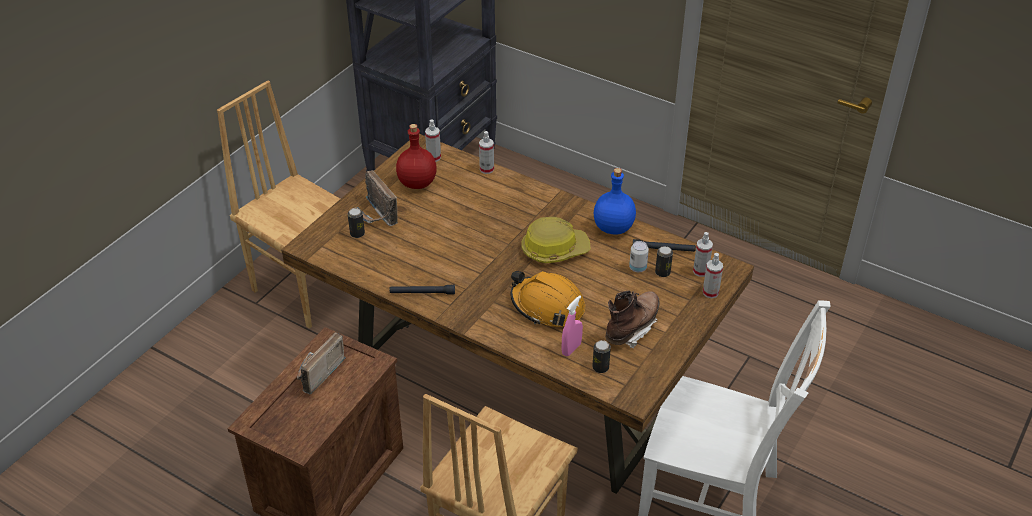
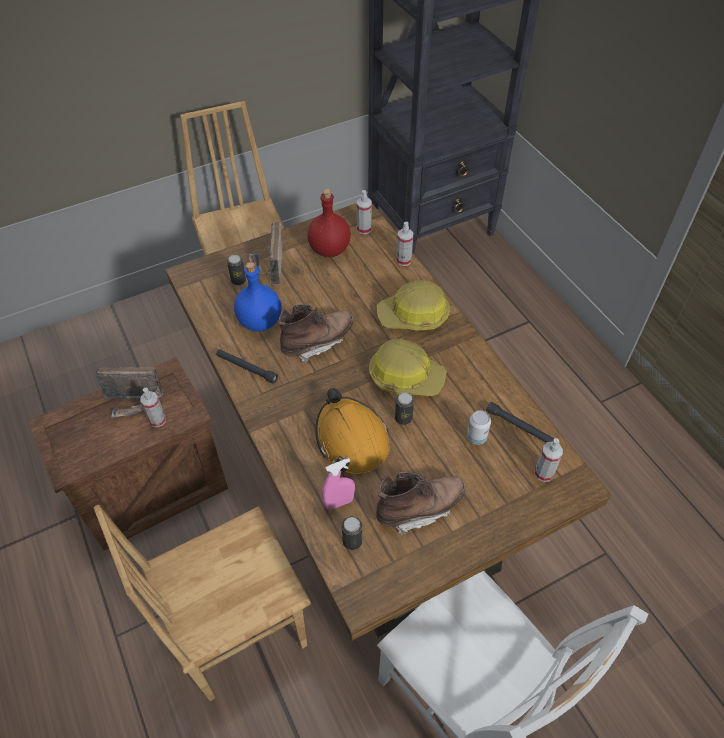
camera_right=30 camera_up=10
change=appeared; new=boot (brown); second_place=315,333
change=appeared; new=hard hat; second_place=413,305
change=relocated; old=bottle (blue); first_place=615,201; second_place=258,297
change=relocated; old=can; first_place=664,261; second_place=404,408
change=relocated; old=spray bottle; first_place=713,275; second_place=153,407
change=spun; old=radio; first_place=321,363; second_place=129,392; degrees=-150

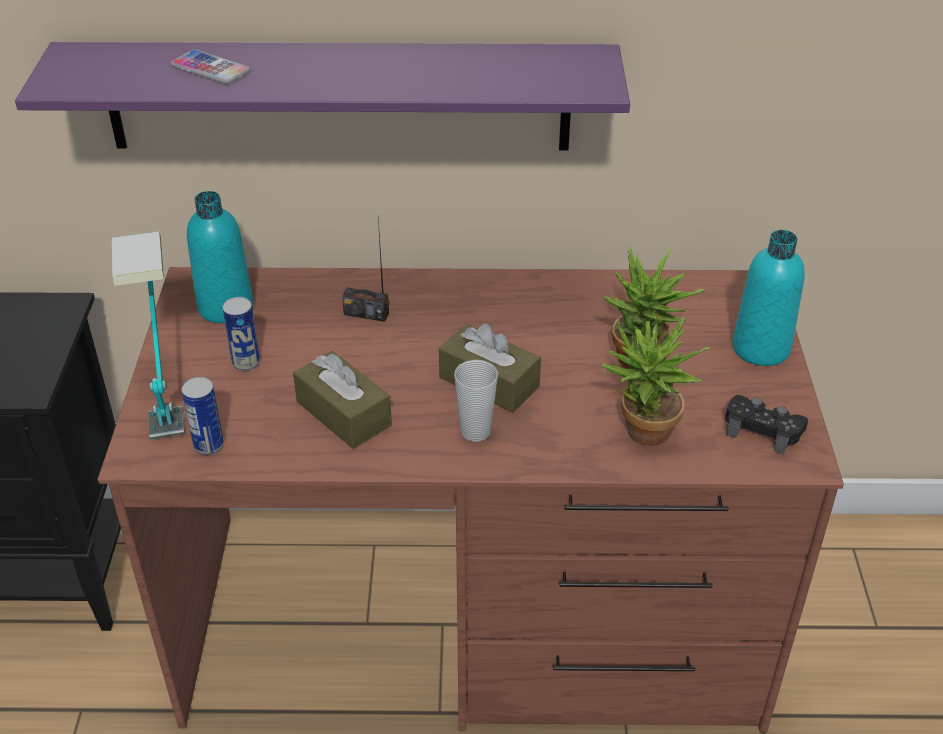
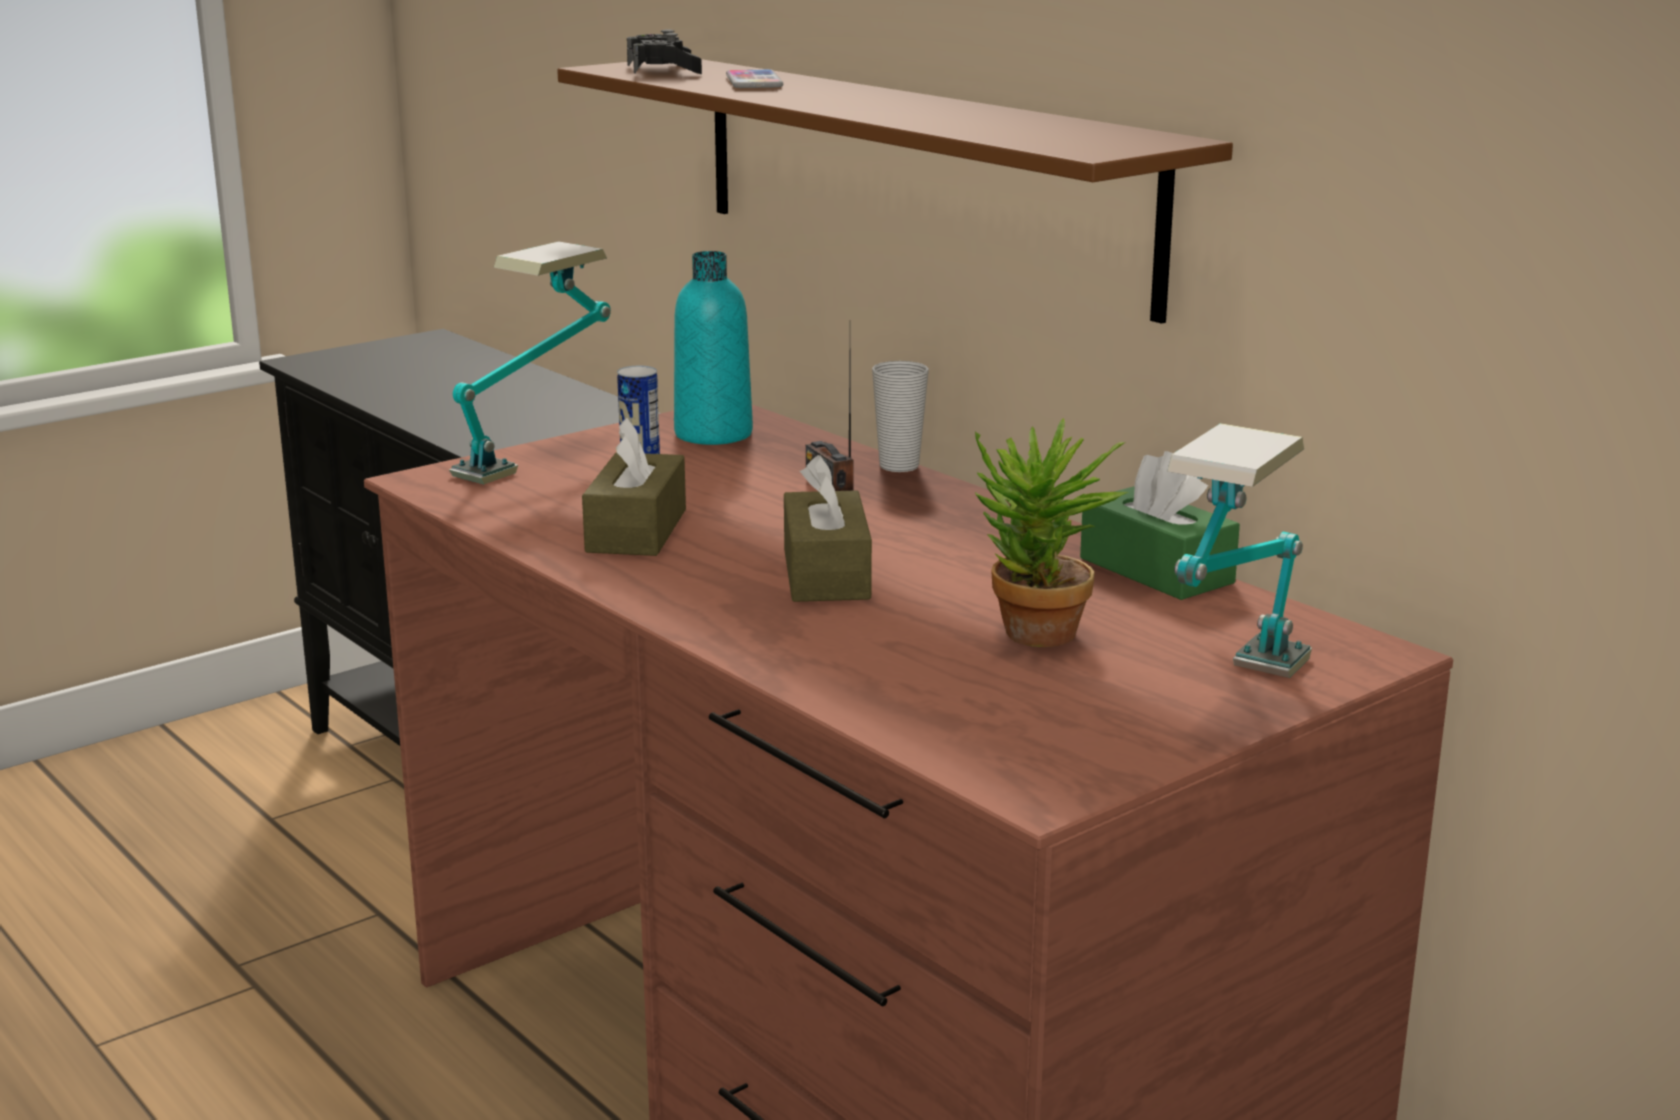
camera_right=50 camera_up=-20
change=missing; old=can; first_place=202,416
change=missing; old=potted plant; first_place=656,381
change=appeared; new=tissue box (green); second_place=1160,525
change=relocated; old=cup; first_place=476,401; second_place=900,416
change=relocated; old=game controller (black); first_place=766,424; second_place=664,51
change=exchanged; old=bottle (turquoise); new=table lamp; first_place=768,298; second_place=1239,550
change=colour; old=shelf (purple); new=shelf (brown); first_place=322,96; second_place=895,191

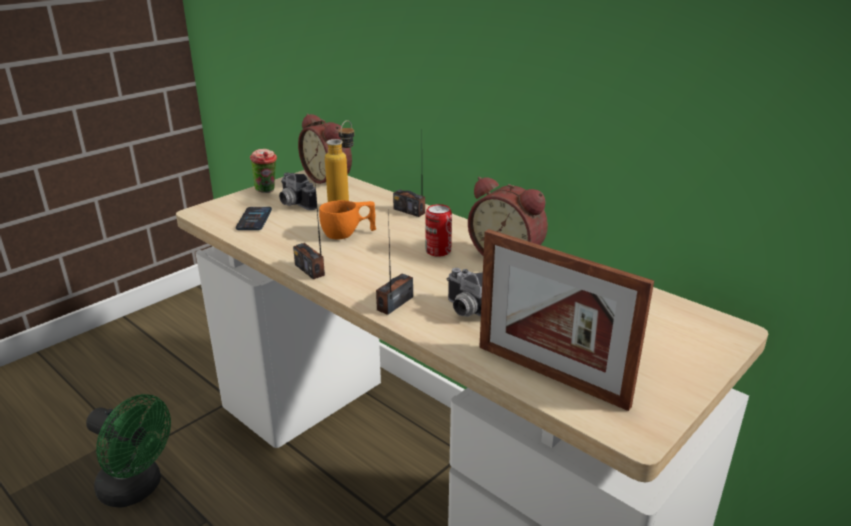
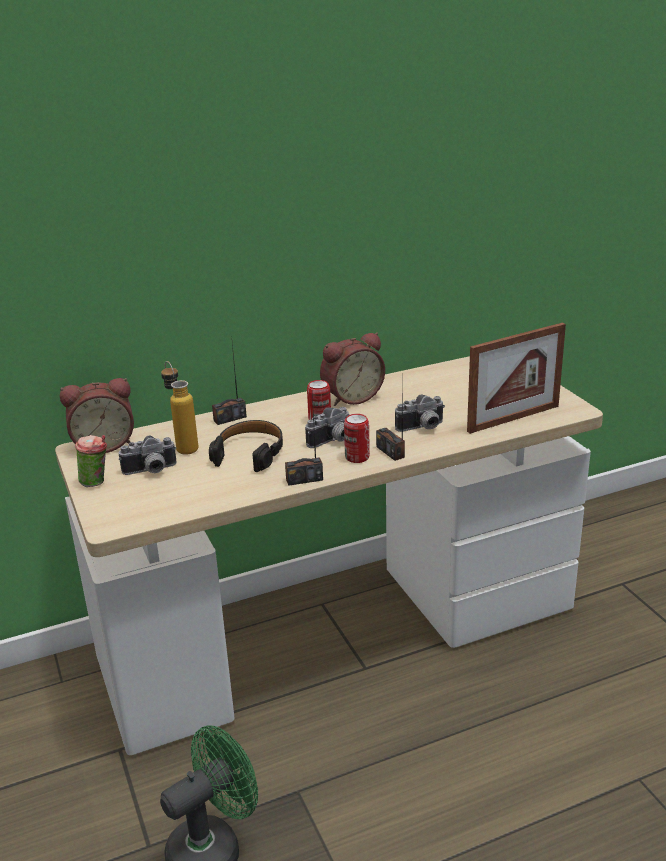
camera_right=-65 camera_up=0
change=missing; old=phone; first_place=254,218
change=appeared; new=photo camera; second_place=327,427
change=appeared; new=can; second_place=357,438
change=exchanged; old=cup (orange); new=headphones (black); first_place=347,219; second_place=246,446

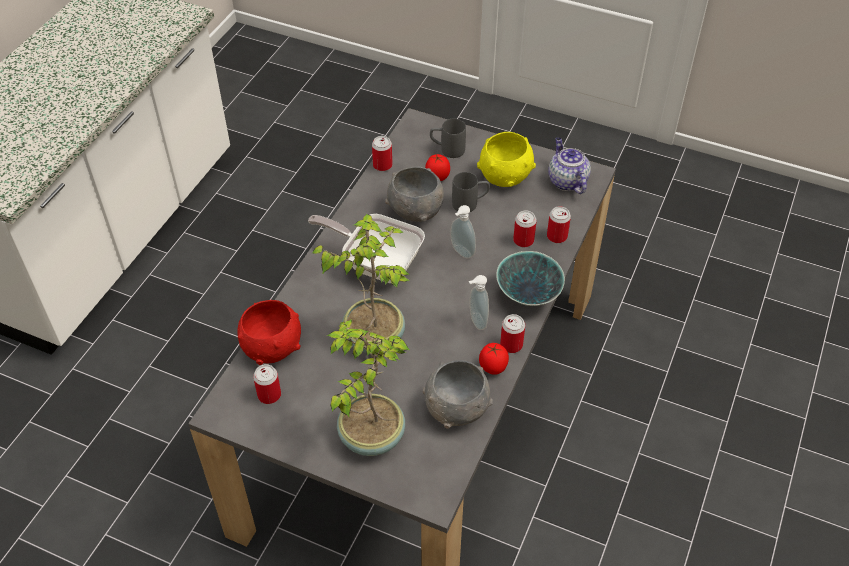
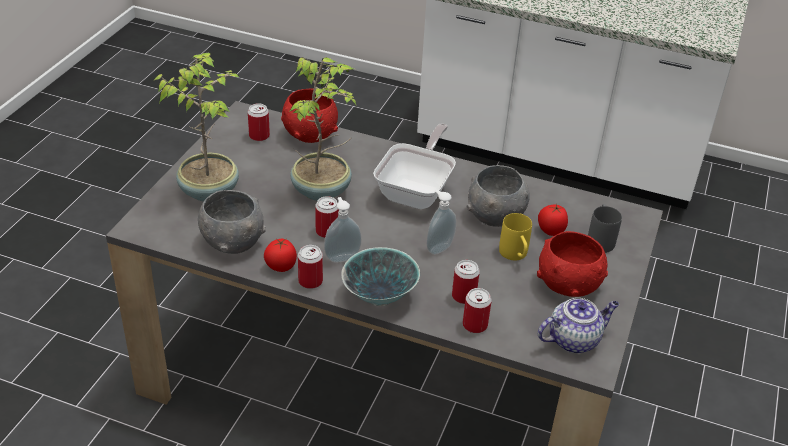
camera_right=85 camera_up=-10
change=relocated; old=can; first_place=382,153; second_place=327,217
change=colour; old=mug (grey); new=mug (yellow); first_place=471,192; second_place=515,236
change=colour; old=bowl (yellow); new=bowl (red); first_place=506,159; second_place=572,264

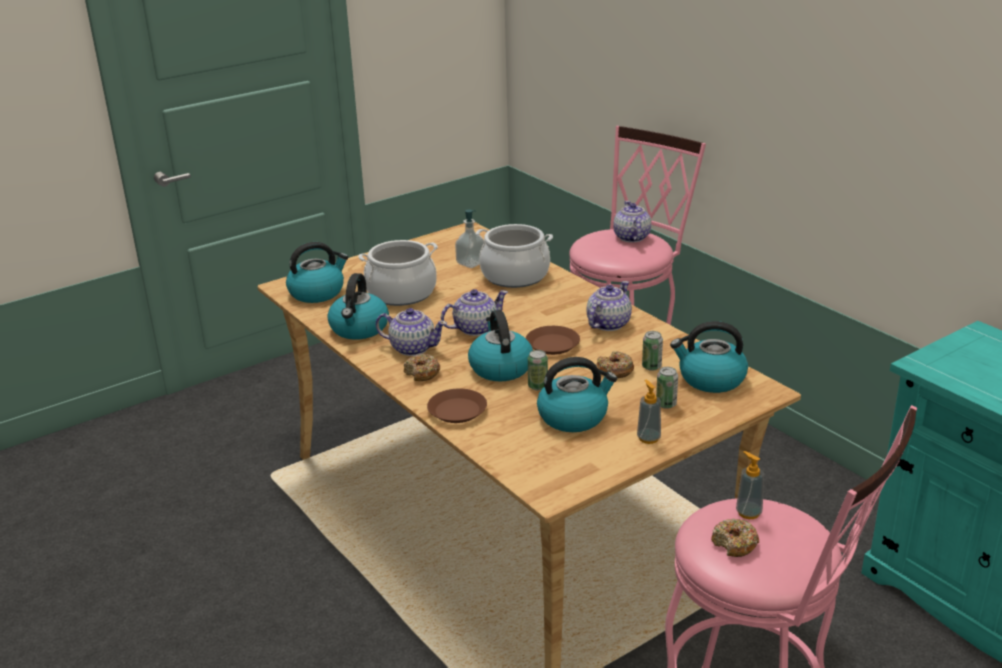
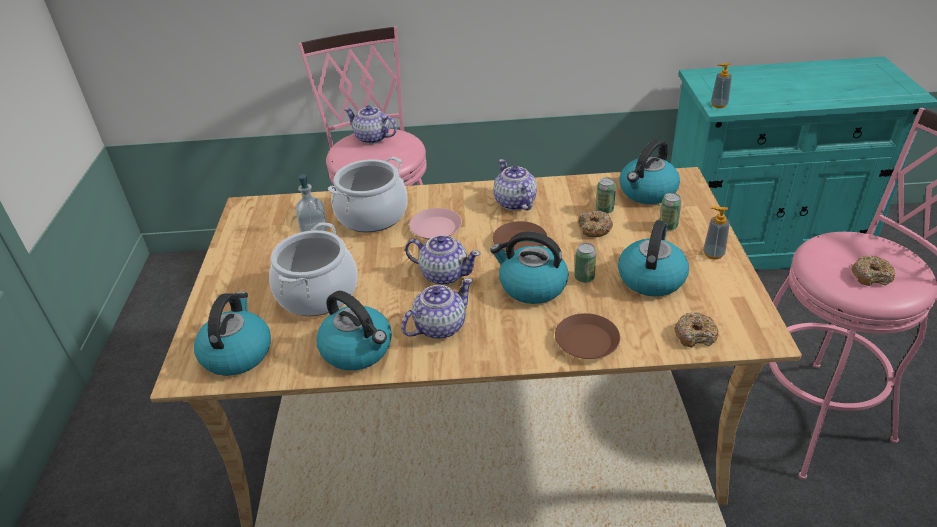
camera_right=-55 camera_up=10
change=appeared; new=plate (pink); second_place=435,224
change=relocated; old=donut; first_place=422,367; second_place=696,330
change=relocated; old=soap dispenser; first_place=750,485; second_place=721,85
change=spun; old=teapot; first_place=474,312; second_place=443,260; degrees=105

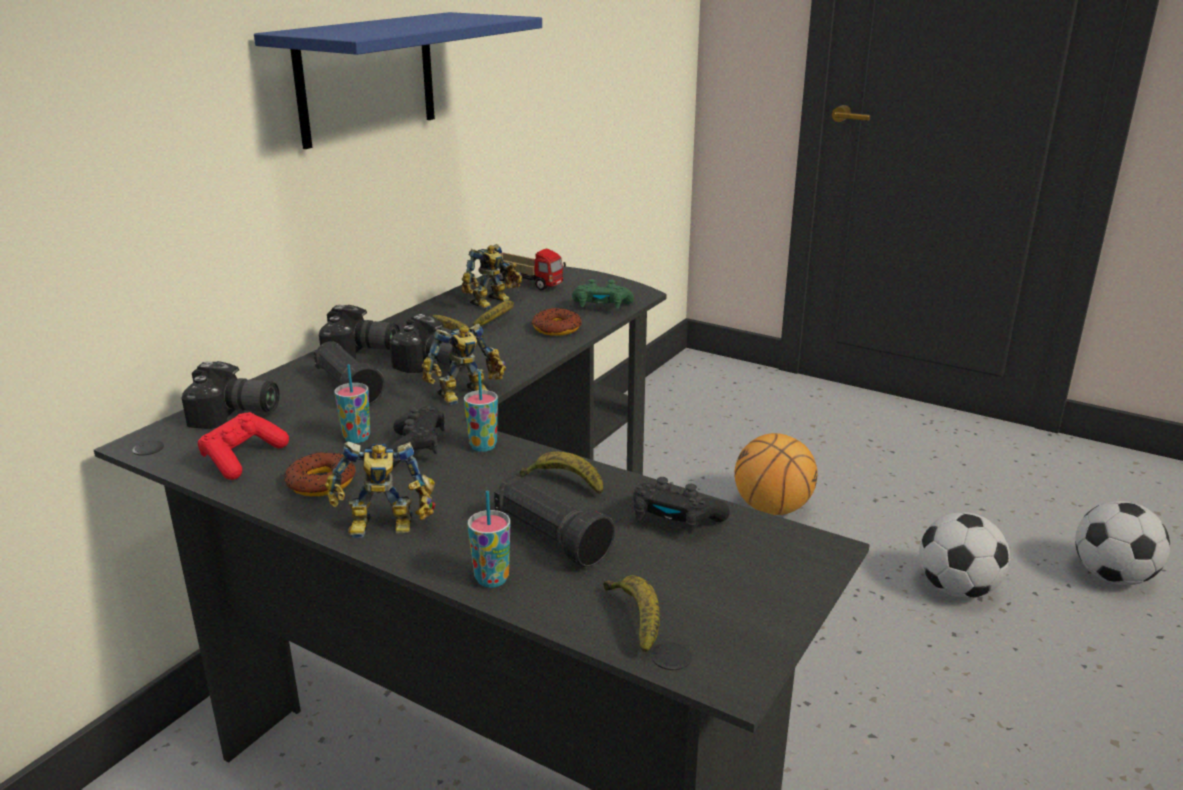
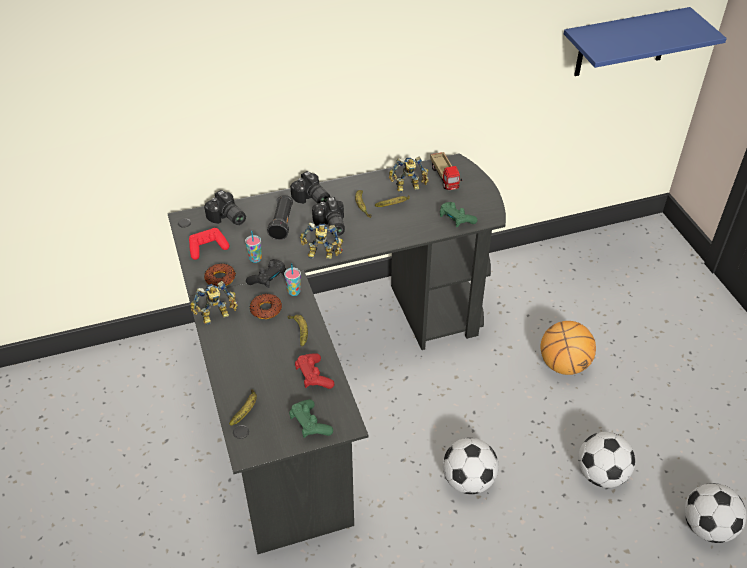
camera_right=40 camera_up=20
change=missing; old=cup; first_place=488,539
change=missing; old=flashlight (black); first_place=554,521
change=appeared; new=game controller (green); second_place=311,418
change=appeared; new=football; second_place=471,466
change=relocated; old=shelf (blue); first_place=398,80; second_place=645,41
change=relocated; old=donut; first_place=556,322; second_place=266,306
change=colour; old=game controller (black); new=game controller (red); first_place=681,505; second_place=314,371
change=spun; old=toy robot; first_place=380,489; second_place=214,303; degrees=-60

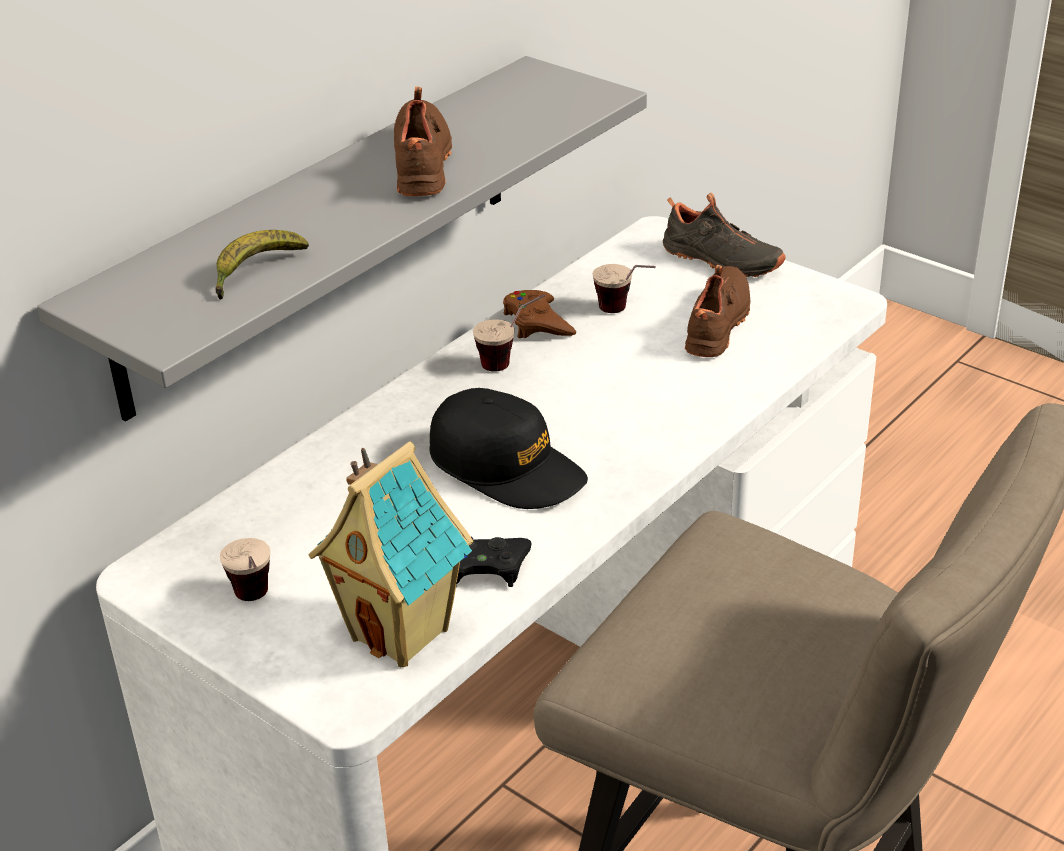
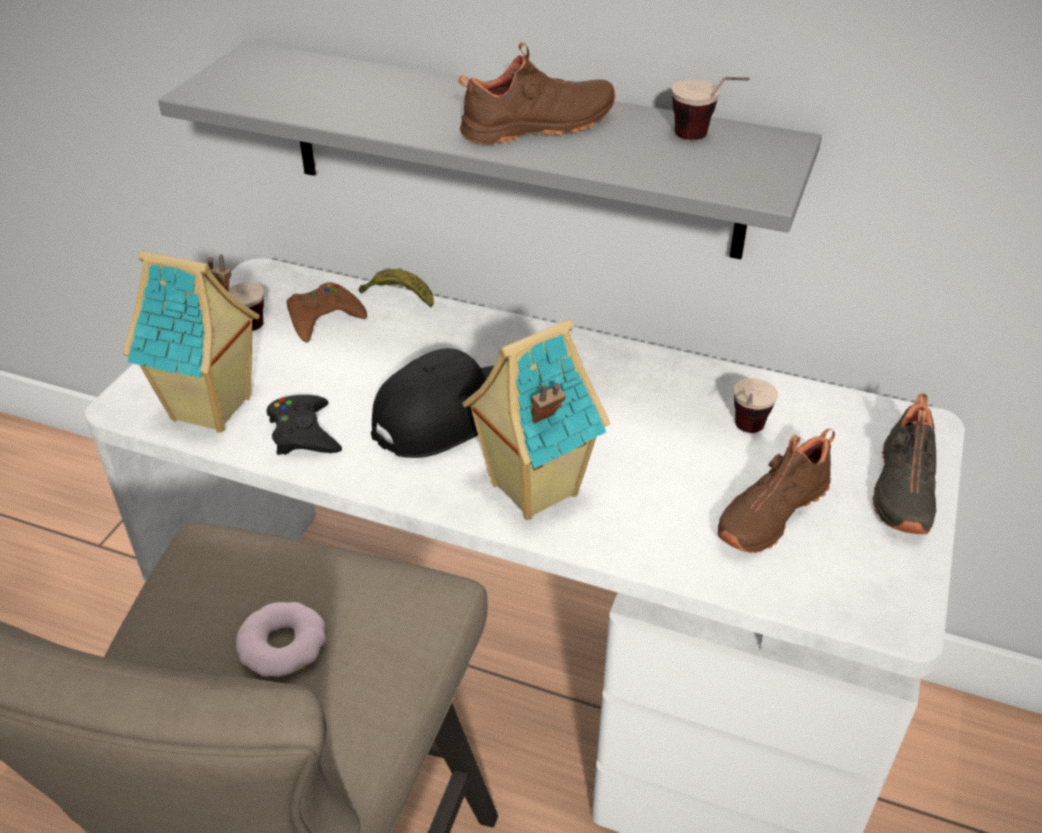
camera_right=70 camera_up=5
change=appeared; new=donut; second_place=281,639
change=appeared; new=toy house; second_place=536,419
change=relocated; old=banana; first_place=262,265; second_place=396,288
change=relocated; old=cup; first_place=509,333; second_place=711,108
change=relocated; old=game controller (brown); first_place=539,314; second_place=326,312
change=spun; old=cap (black); first_place=509,448; second_place=432,403; degrees=-150
change=spun; old=shoe (brown); first_place=717,310; second_place=776,491; degrees=135

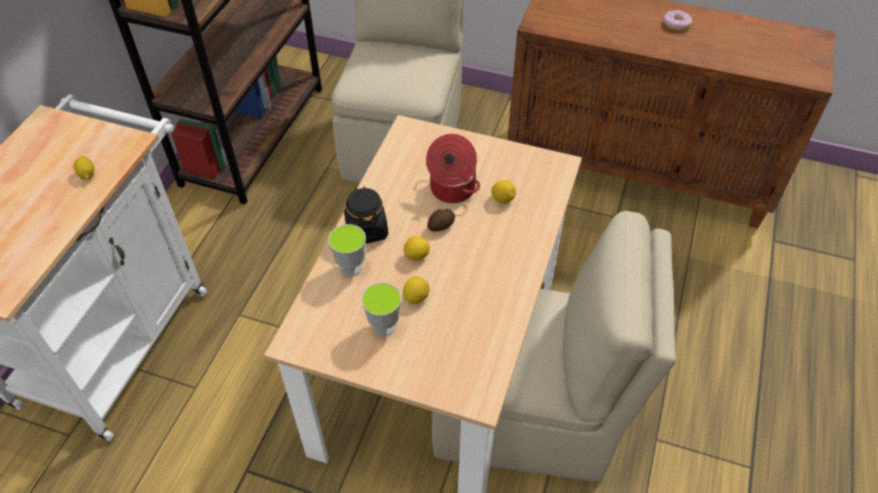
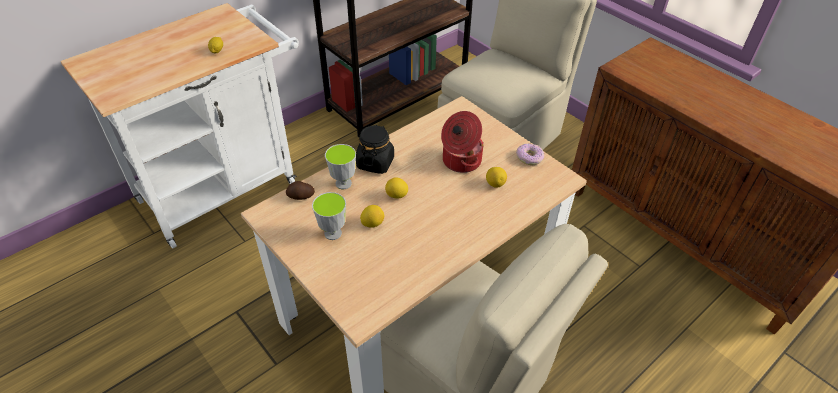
camera_right=30 camera_up=-5
change=relocated; old=potato; first_place=441,220; second_place=300,190
change=relocated; old=donut; first_place=678,20; second_place=530,154

